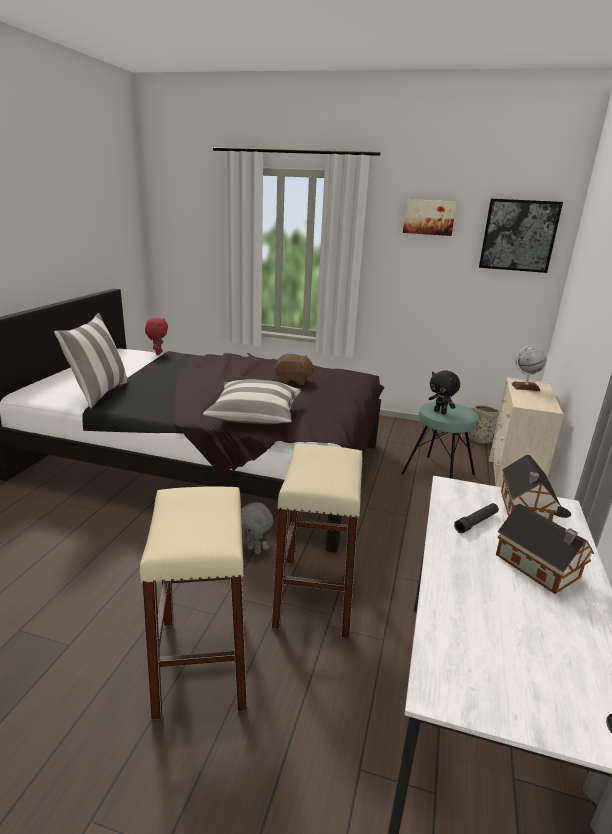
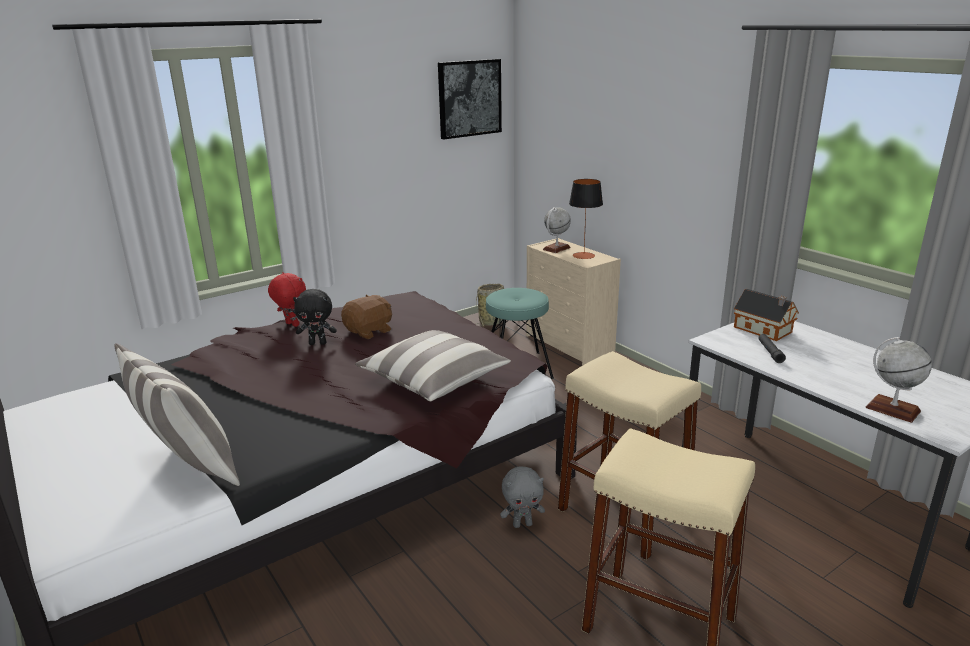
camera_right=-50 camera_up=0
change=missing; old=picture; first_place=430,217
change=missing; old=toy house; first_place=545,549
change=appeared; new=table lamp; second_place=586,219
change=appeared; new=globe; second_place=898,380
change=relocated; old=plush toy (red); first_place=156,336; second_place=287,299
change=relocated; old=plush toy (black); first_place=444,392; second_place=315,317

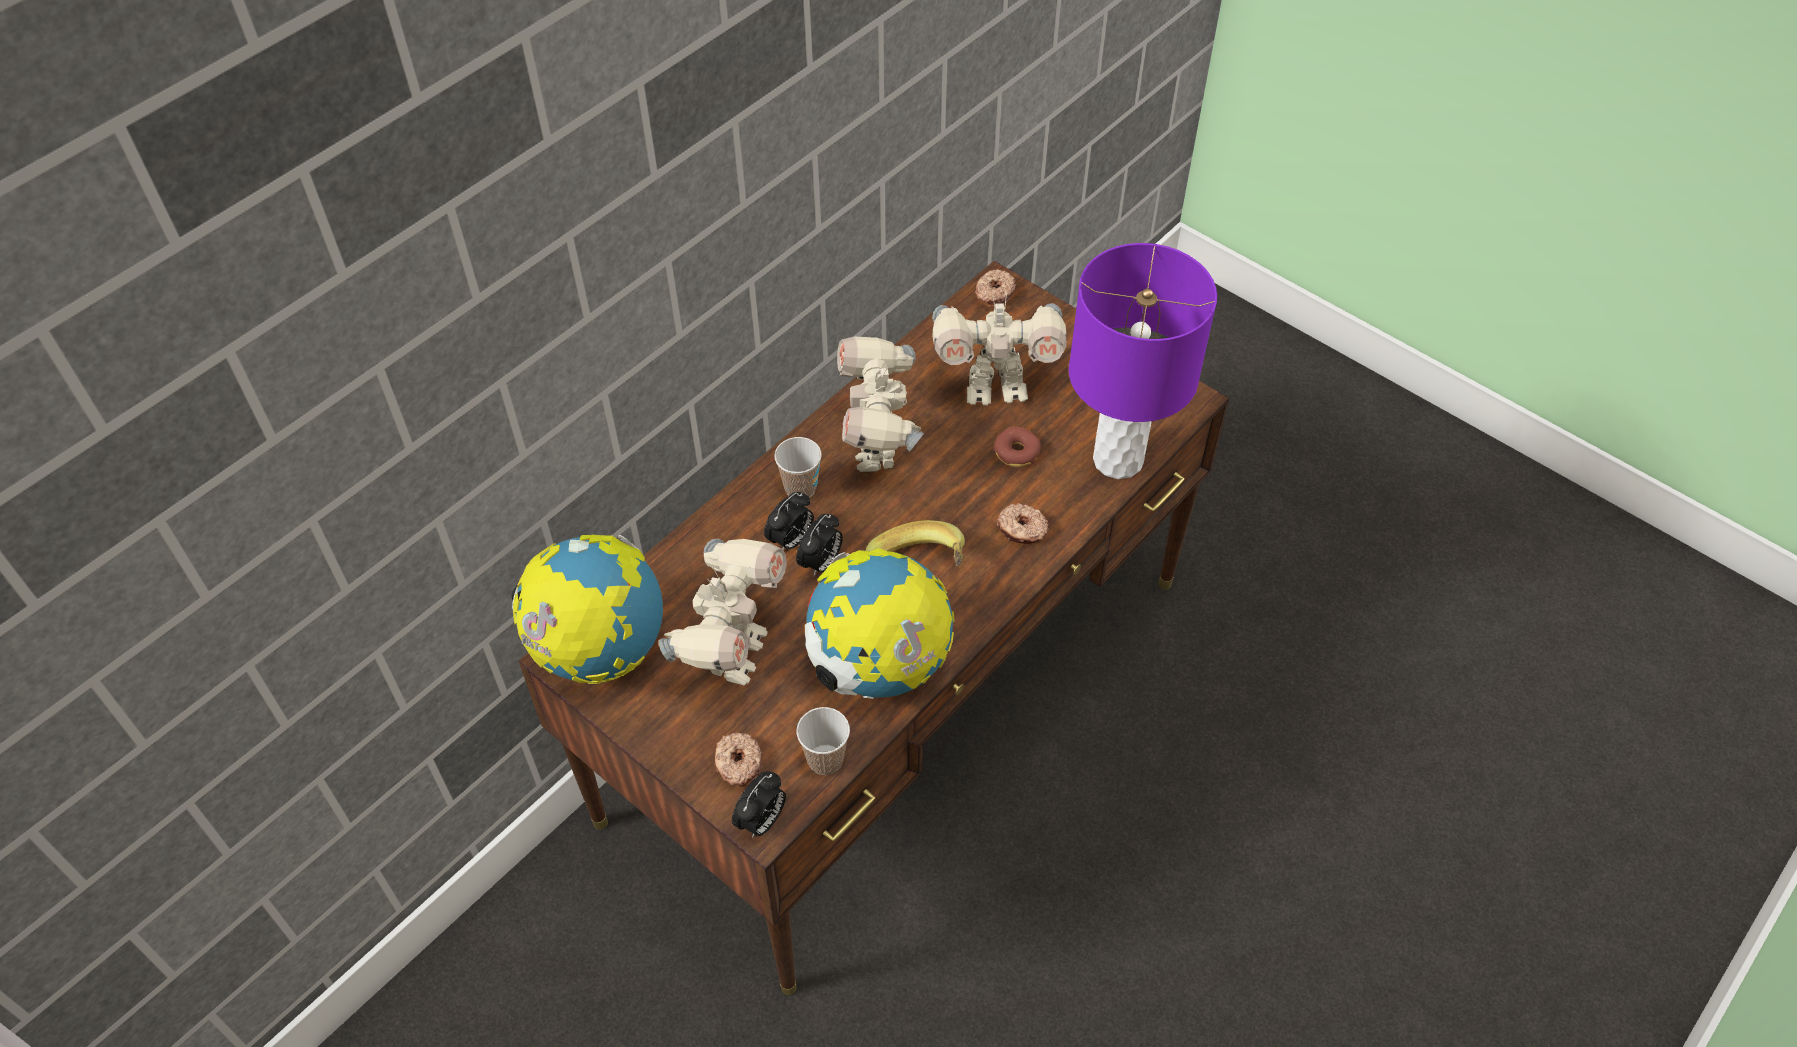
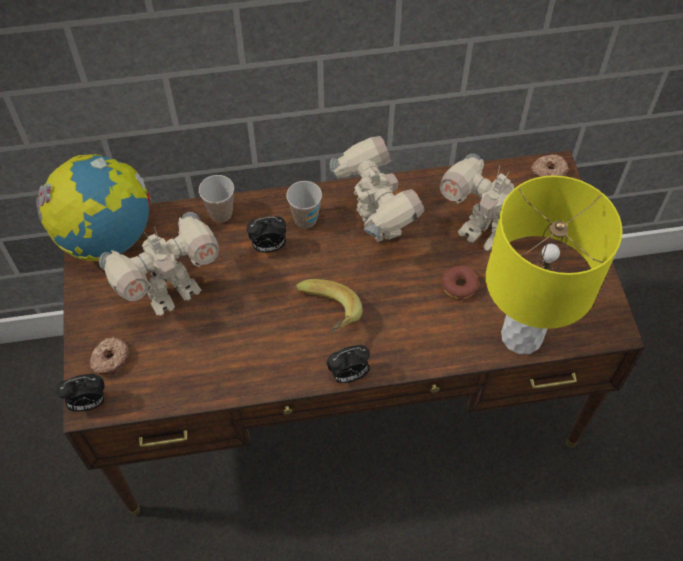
camera_right=40 camera_up=5
change=missing; old=globe; first_place=880,623
change=missing; old=donut; first_place=1023,523
change=relocated; old=alarm clock; first_place=819,545; second_place=348,364
change=relocated; old=cup; first_place=823,741; second_place=216,198
change=colour; old=table lamp (purple); new=table lamp (yellow); first_place=1143,361; second_place=554,264
change=spun; old=toy robot; first_place=880,404; second_place=377,189; degrees=120

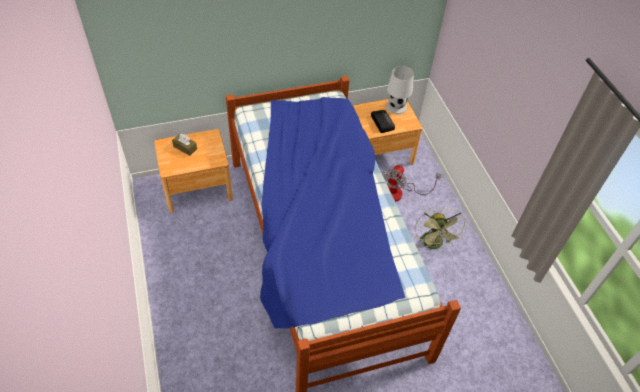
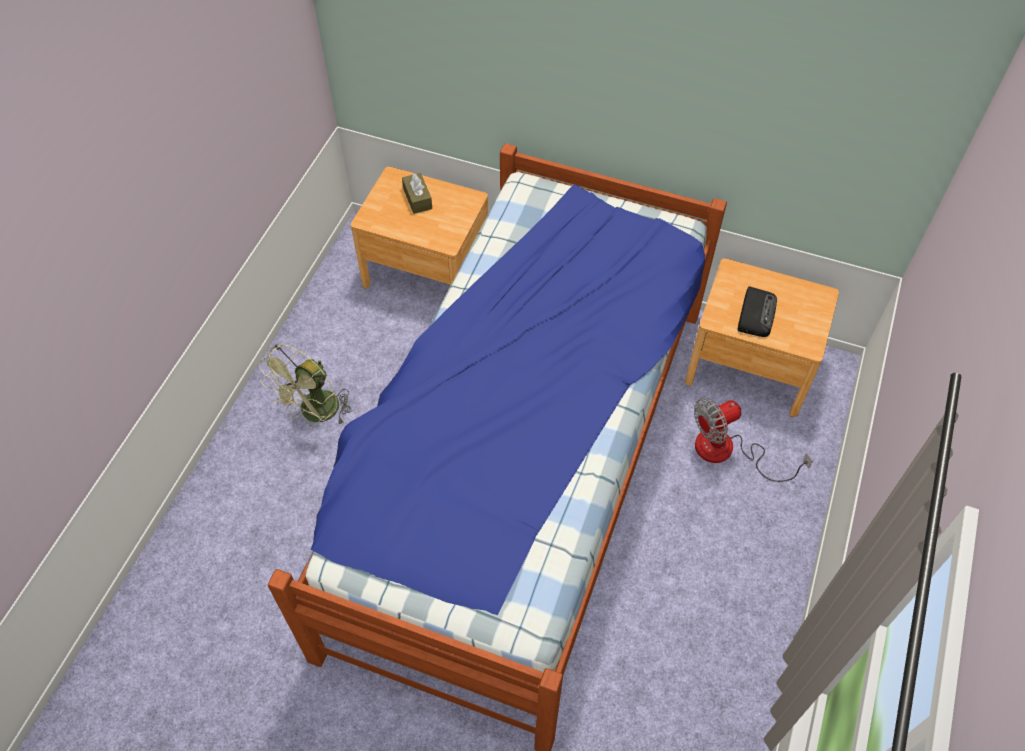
camera_right=40 camera_up=5
change=missing; old=table lamp (white); first_place=400,90
change=relocated; old=fan (green); first_place=441,229; second_place=305,385

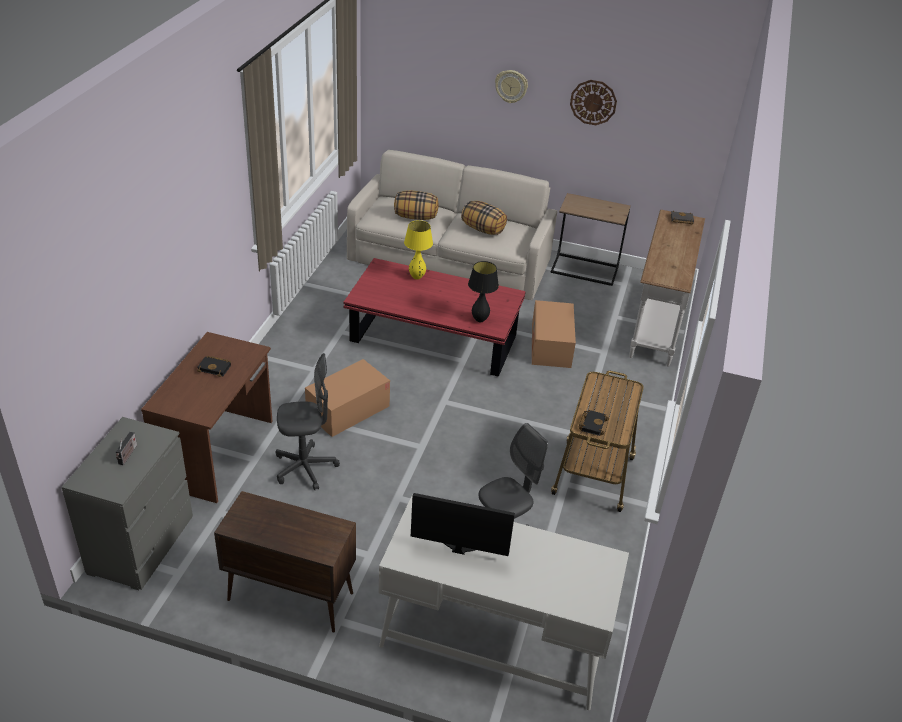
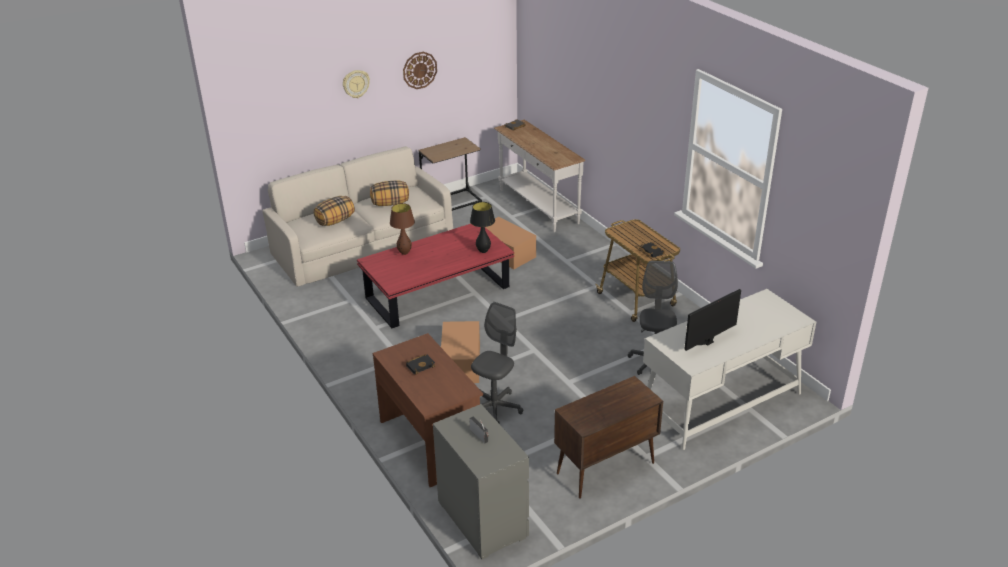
camera_right=-45 camera_up=-5
change=colour; old=table lamp (yellow); new=table lamp (brown); first_place=418,250; second_place=402,229

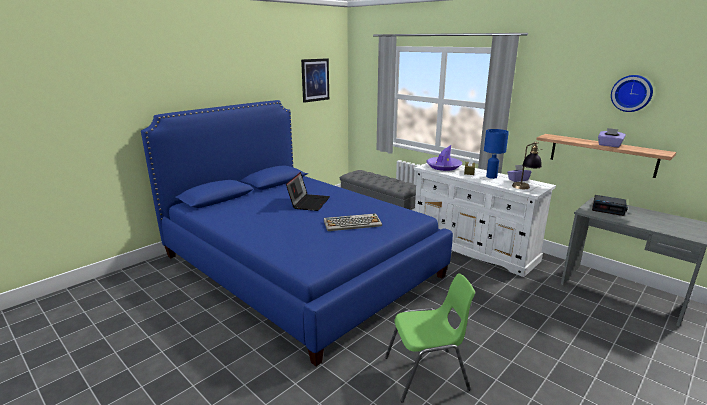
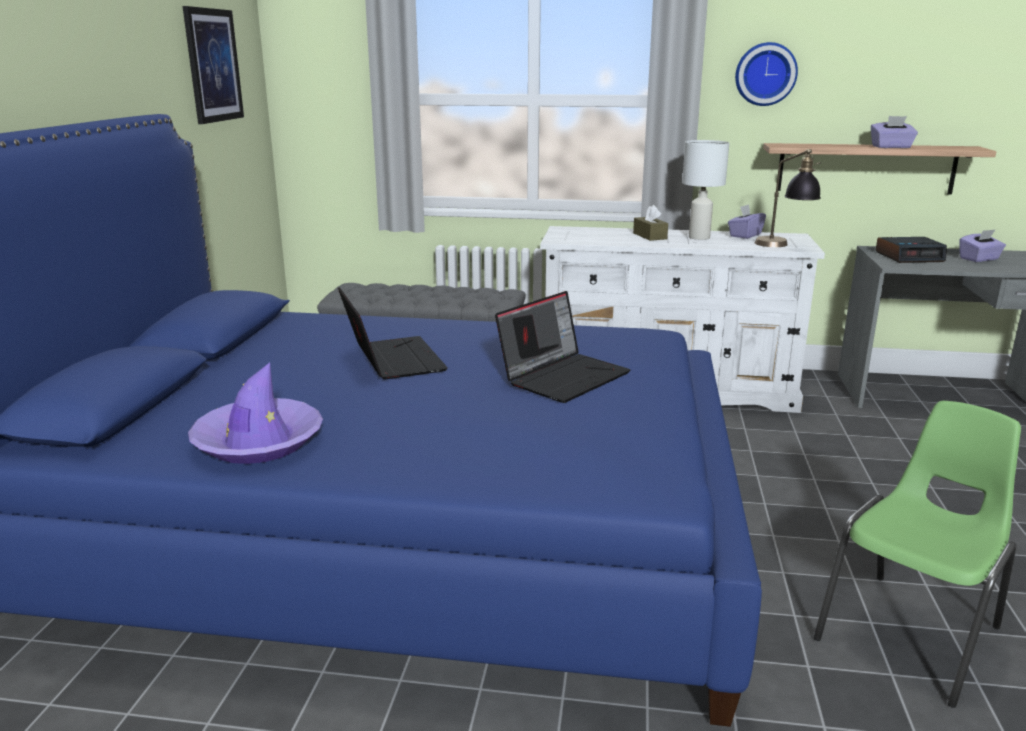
camera_right=-35 camera_up=0
change=appeared; new=tissue box (purple); second_place=982,245
change=relocated; old=hat (purple); first_place=444,158; second_place=255,413
change=relocated; old=wall clock; first_place=632,93; second_place=766,74
change=exchanged; old=keyboard; new=laptop; first_place=353,222; second_place=562,347
change=colour; old=table lamp (blue); new=table lamp (white); first_place=496,154; second_place=705,190

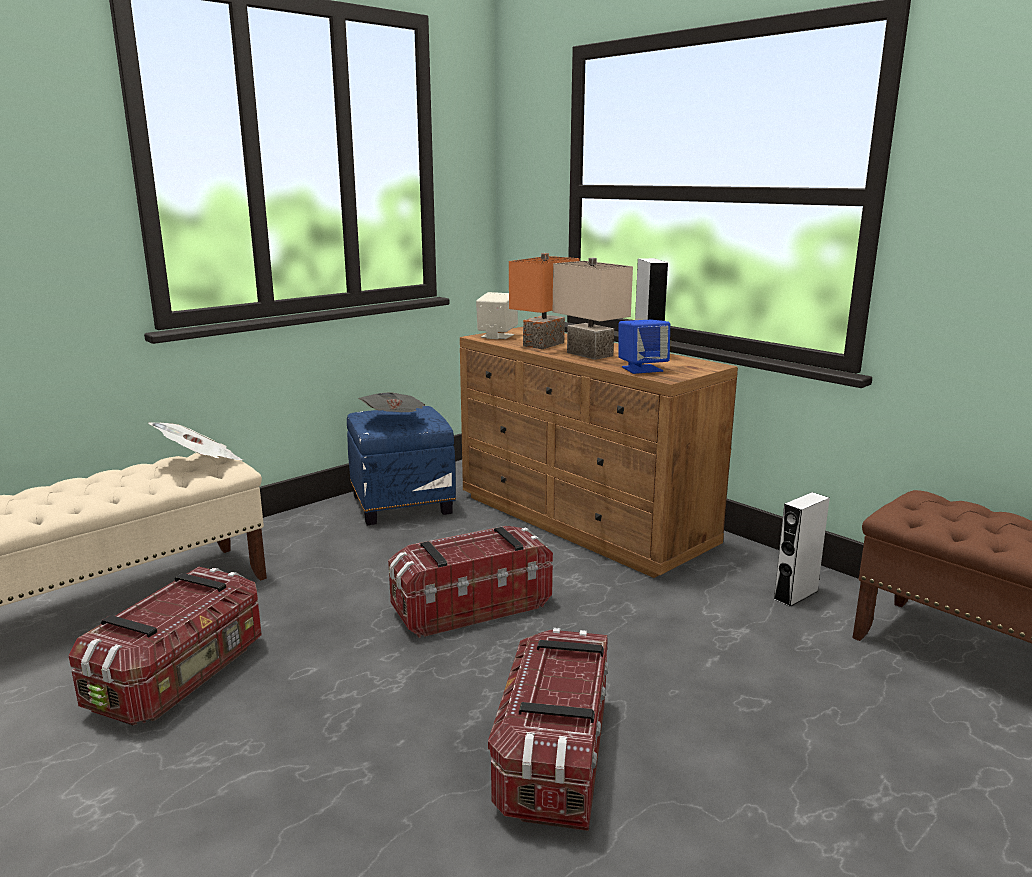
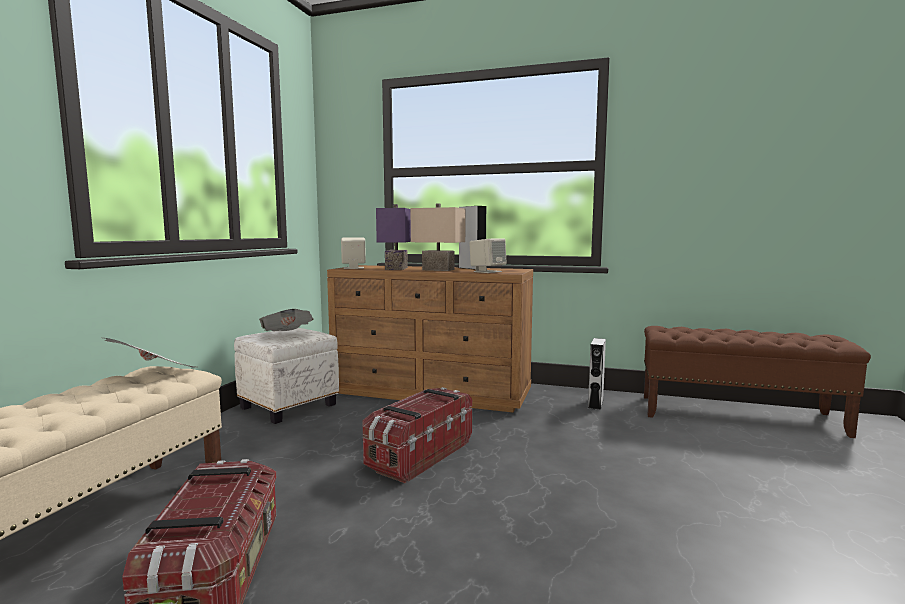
camera_right=-30 camera_up=-10
change=missing; old=storage box; first_place=548,729
change=colour; old=ottoman (blue); new=ottoman (white); first_place=401,465; second_place=286,376
change=colour; old=table lamp (orange); new=table lamp (purple); first_place=544,301; second_place=393,237
change=colour; old=speaker (blue); new=speaker (beige); first_place=644,347; second_place=488,255

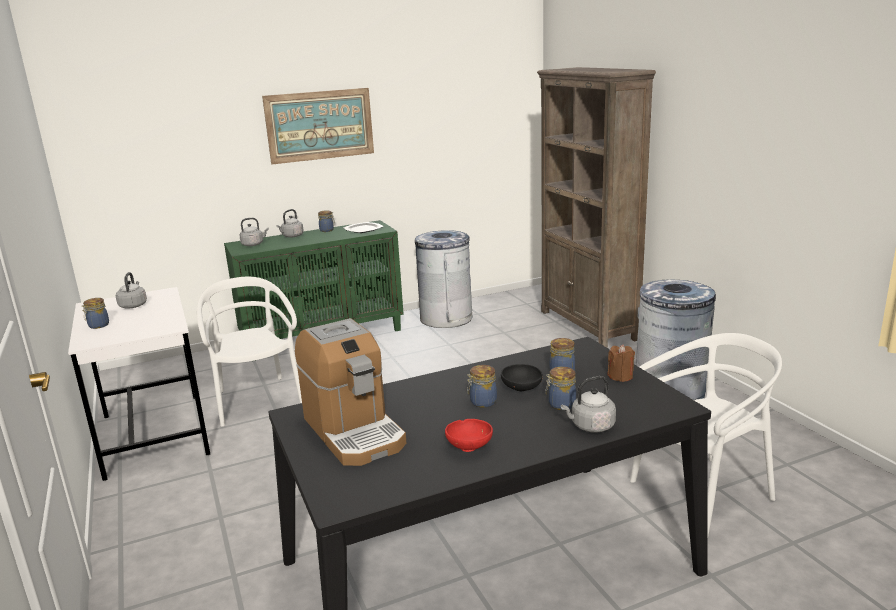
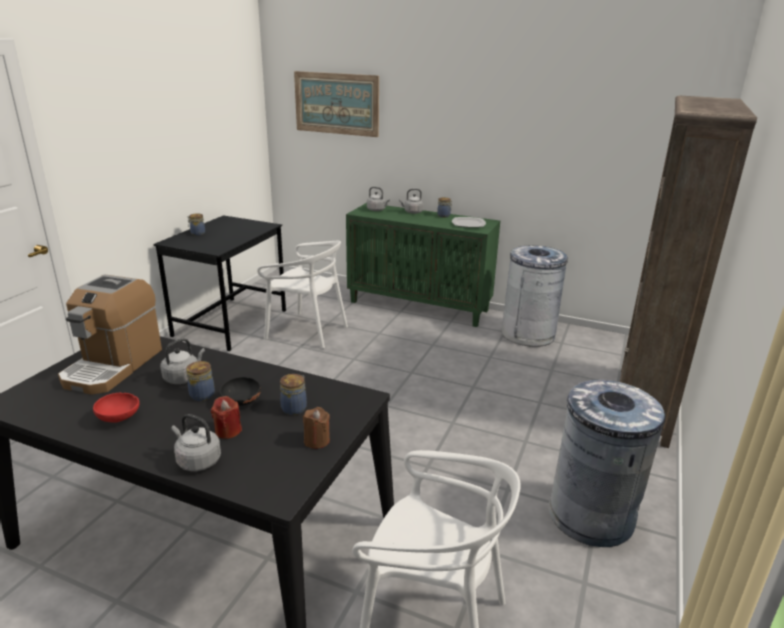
camera_right=45 camera_up=5
change=relocated; old=kettle (grey); first_place=131,290; second_place=182,361
change=relocated; old=picture; first_place=318,126; second_place=336,104
change=exchanged; old=jar; new=candle (red); first_place=560,388; second_place=226,417
change=colour; old=desk (white); new=desk (black); first_place=139,384; second_place=220,283
change=spun; old=chair (white); first_place=249,352; second_place=302,295; degrees=90

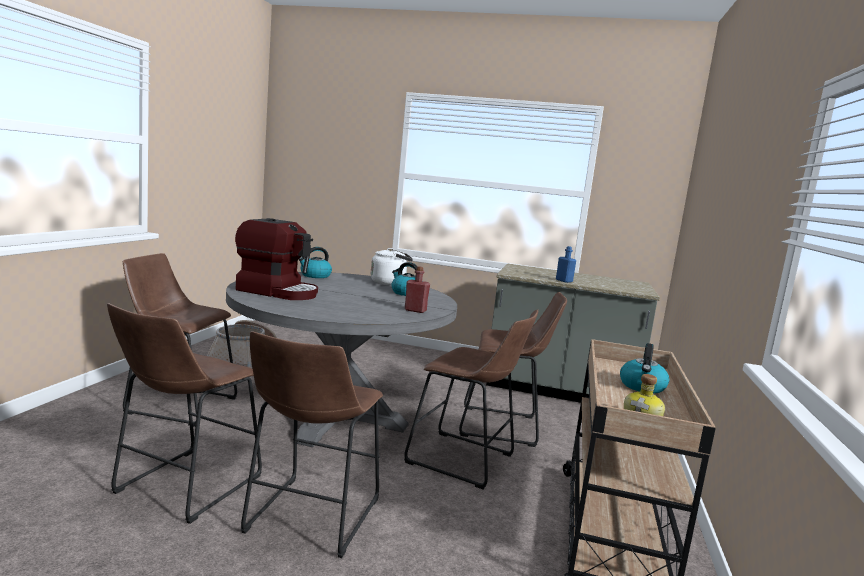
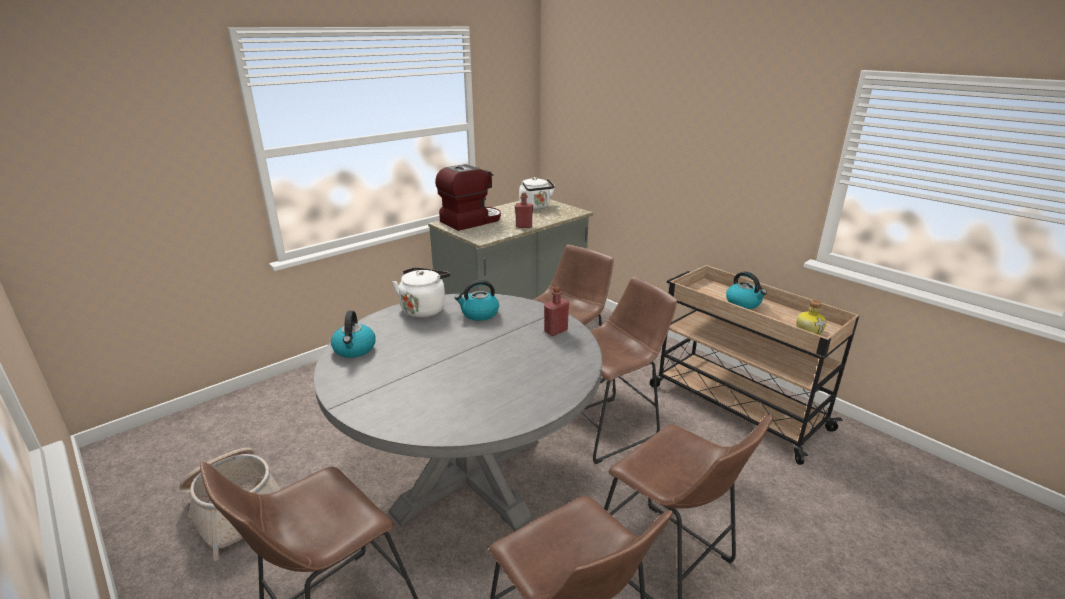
camera_right=-55 camera_up=15
change=appeared; new=kettle (white); second_place=537,193
change=relocated; old=coffee machine; first_place=276,259; second_place=468,197
change=colour; old=bottle (blue); new=bottle (red); first_place=566,264; second_place=524,210

